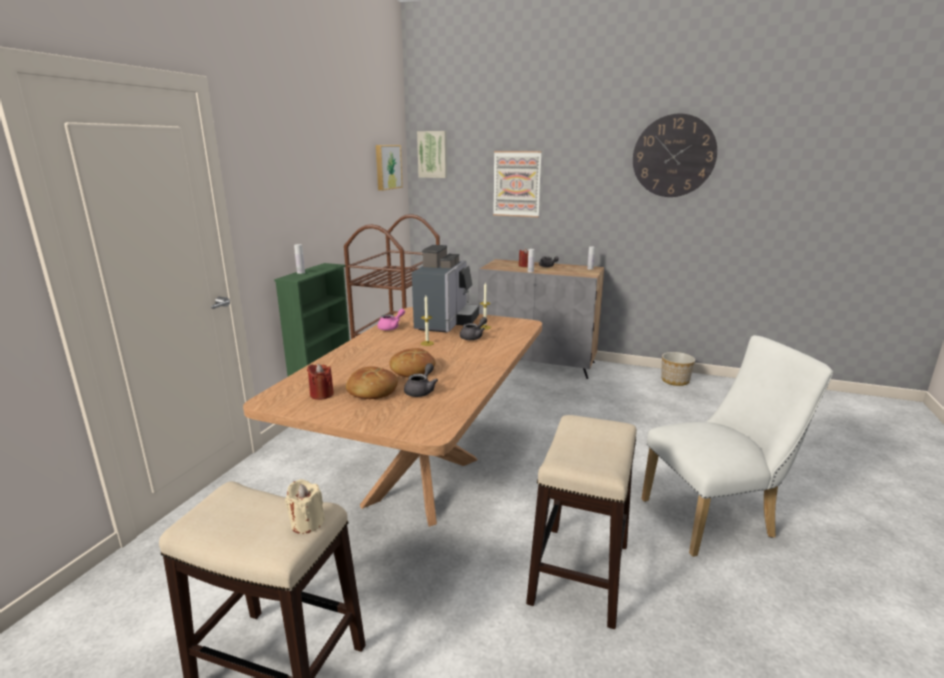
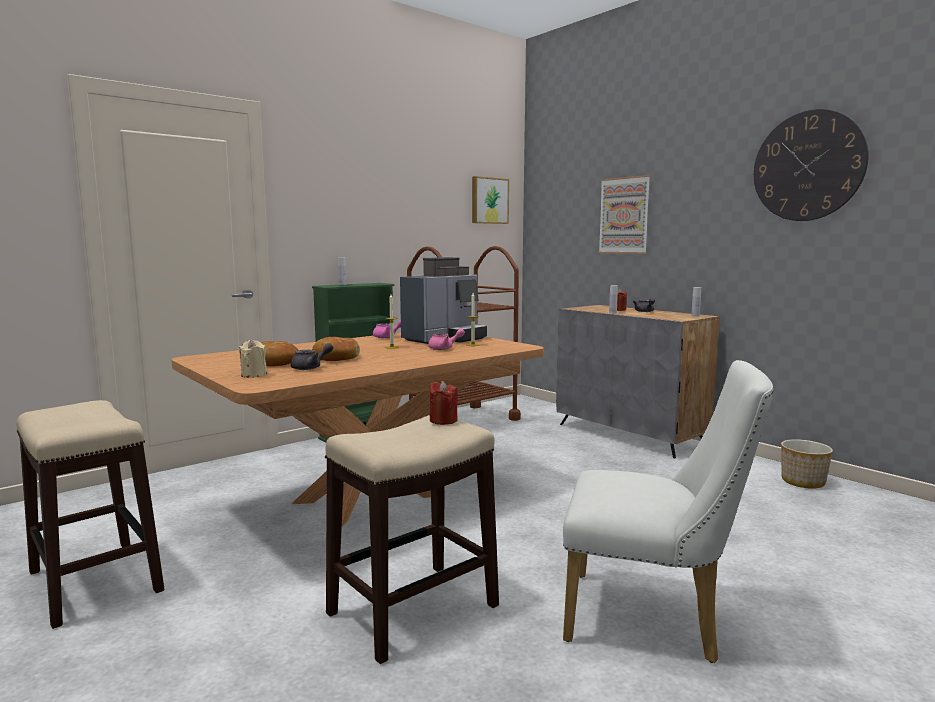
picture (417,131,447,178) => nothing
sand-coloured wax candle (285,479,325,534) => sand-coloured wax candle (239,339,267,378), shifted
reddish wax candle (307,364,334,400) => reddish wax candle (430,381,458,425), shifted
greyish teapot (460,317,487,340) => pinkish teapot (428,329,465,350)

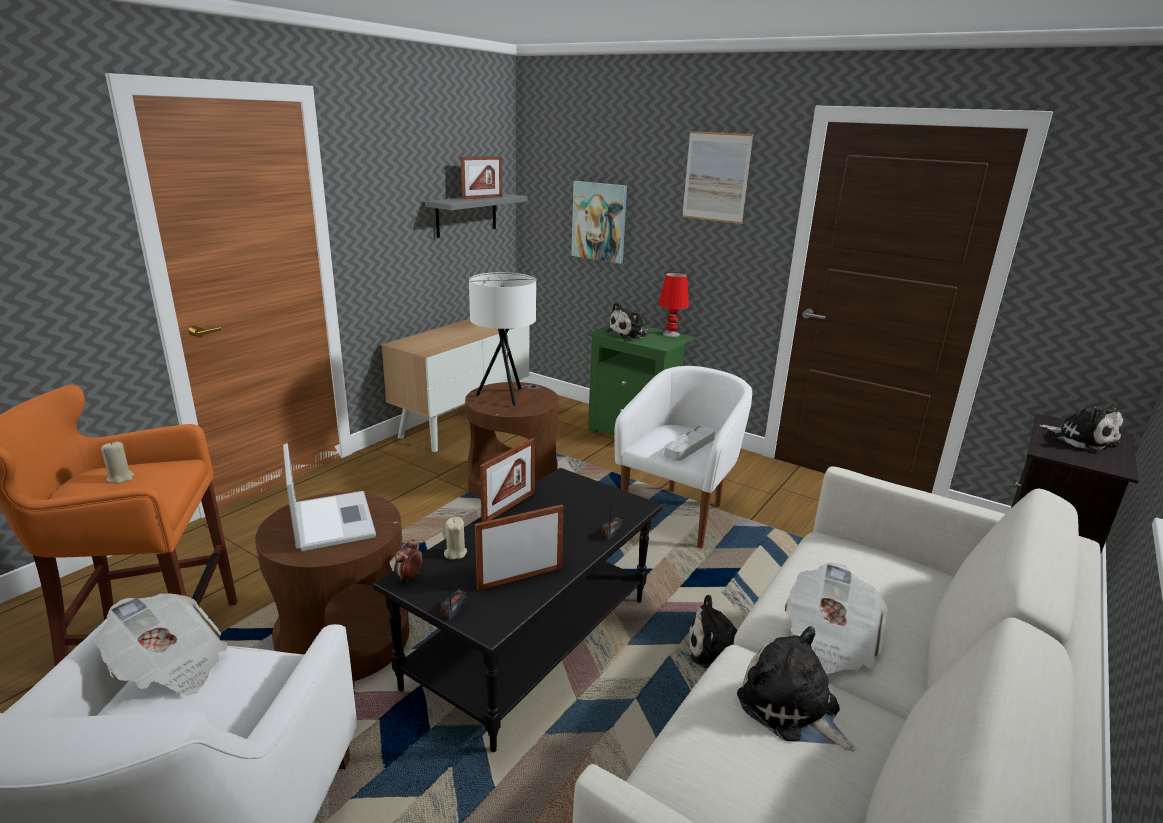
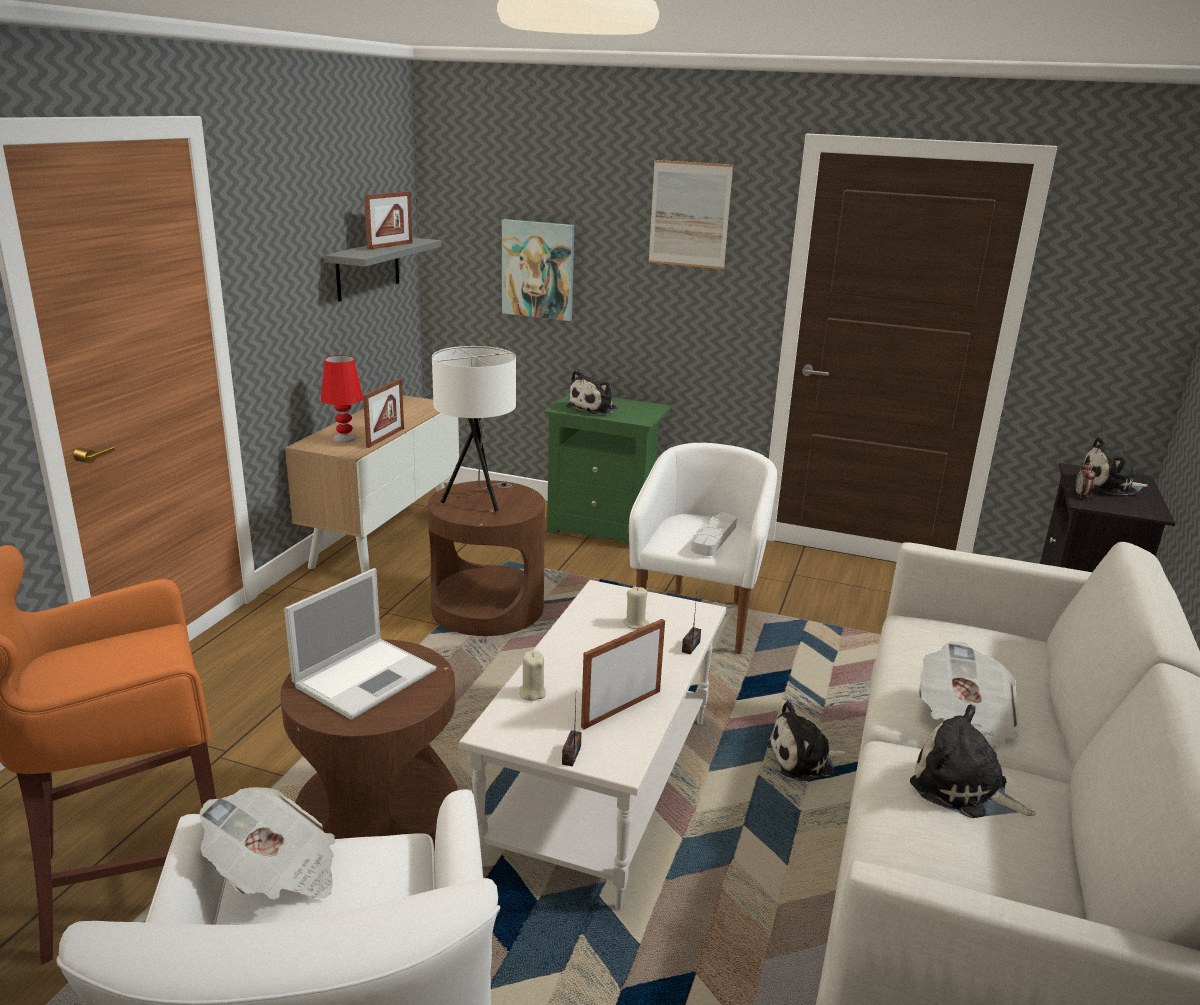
sand-coloured wax candle (101,441,134,484) => sand-coloured wax candle (623,587,650,629), shifted
alarm clock (394,539,422,582) => alarm clock (1076,463,1095,498), shifted
picture frame (480,438,535,522) => picture frame (363,379,404,448), shifted
reddish lamp for a table (659,273,689,337) => reddish lamp for a table (321,355,363,442), shifted
black-coloured coffee table (373,468,663,752) => white-coloured coffee table (459,580,726,910)
portable computer (283,443,376,551) => portable computer (284,568,436,720), 75 degrees clockwise
soft toy (1039,404,1123,452) => soft toy (1076,437,1148,495), 135 degrees clockwise

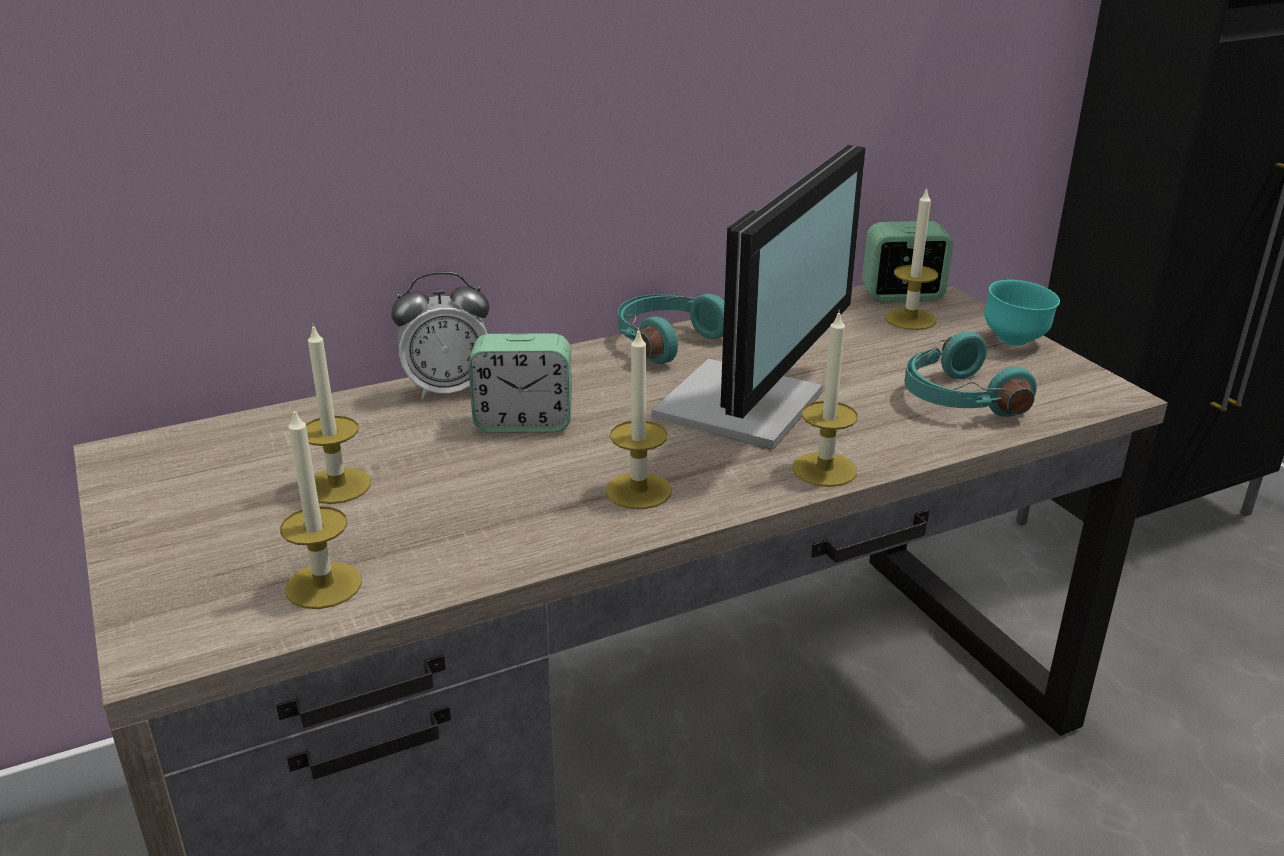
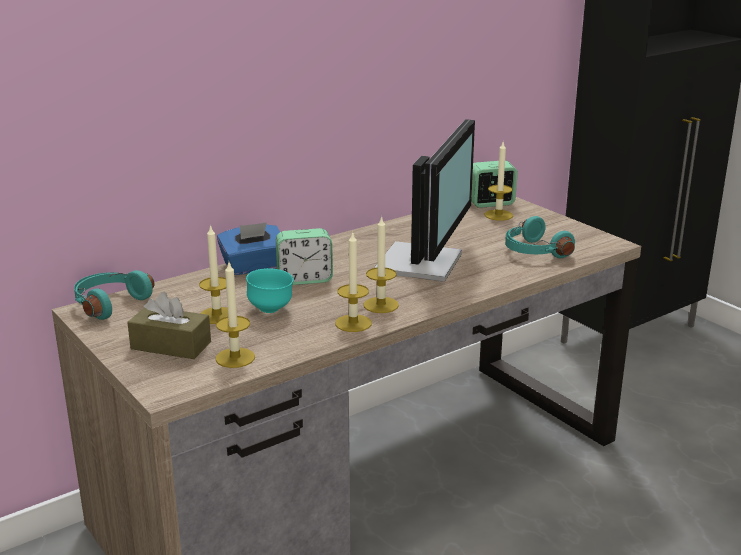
nothing => brownish box of tissues (127,292,211,359)
turquoise headset (618,294,725,364) => turquoise headset (74,270,154,320), shifted
wax candle (793,313,858,487) => wax candle (335,231,372,332), shifted
turquoise deep dish (984,280,1060,346) => turquoise deep dish (246,268,293,313), shifted
alarm clock (391,271,490,399) => blue-coloured box of tissues (217,222,280,275)

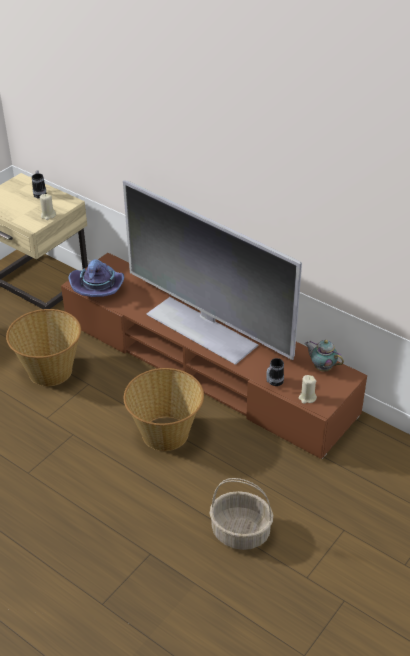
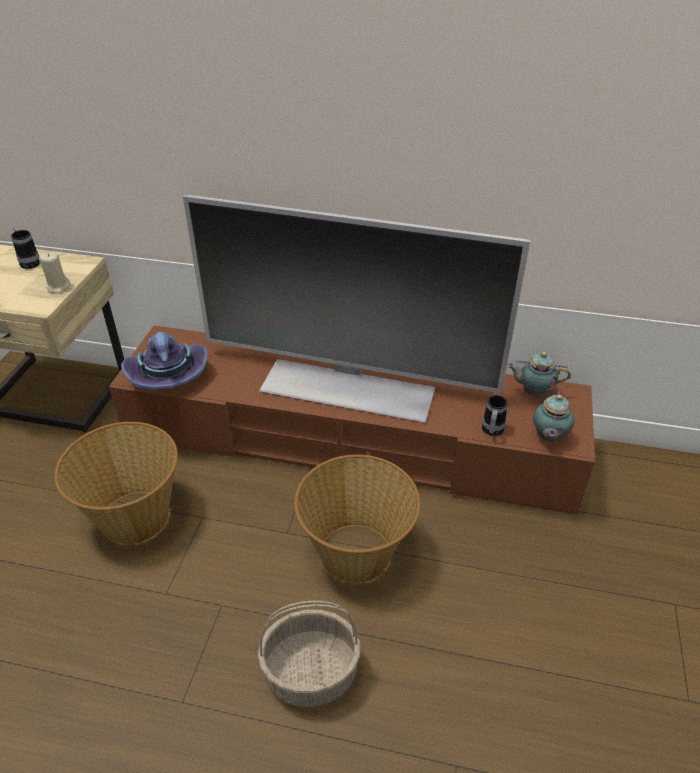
household basket (209,478,273,550) => household basket (258,601,361,707), shifted
sand-coloured wax candle (299,375,317,404) => teapot (533,390,574,442)

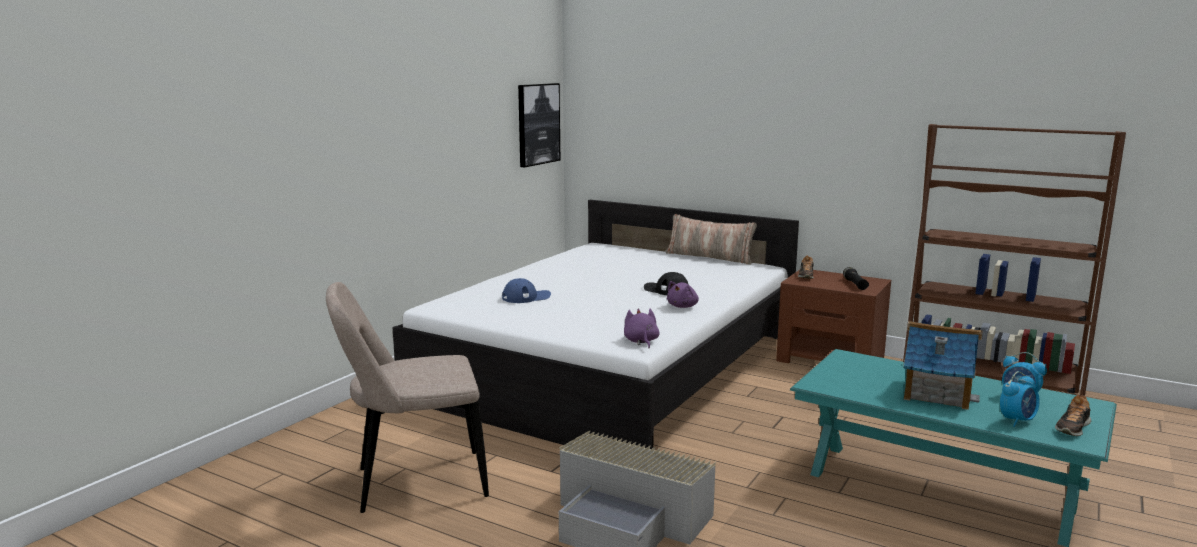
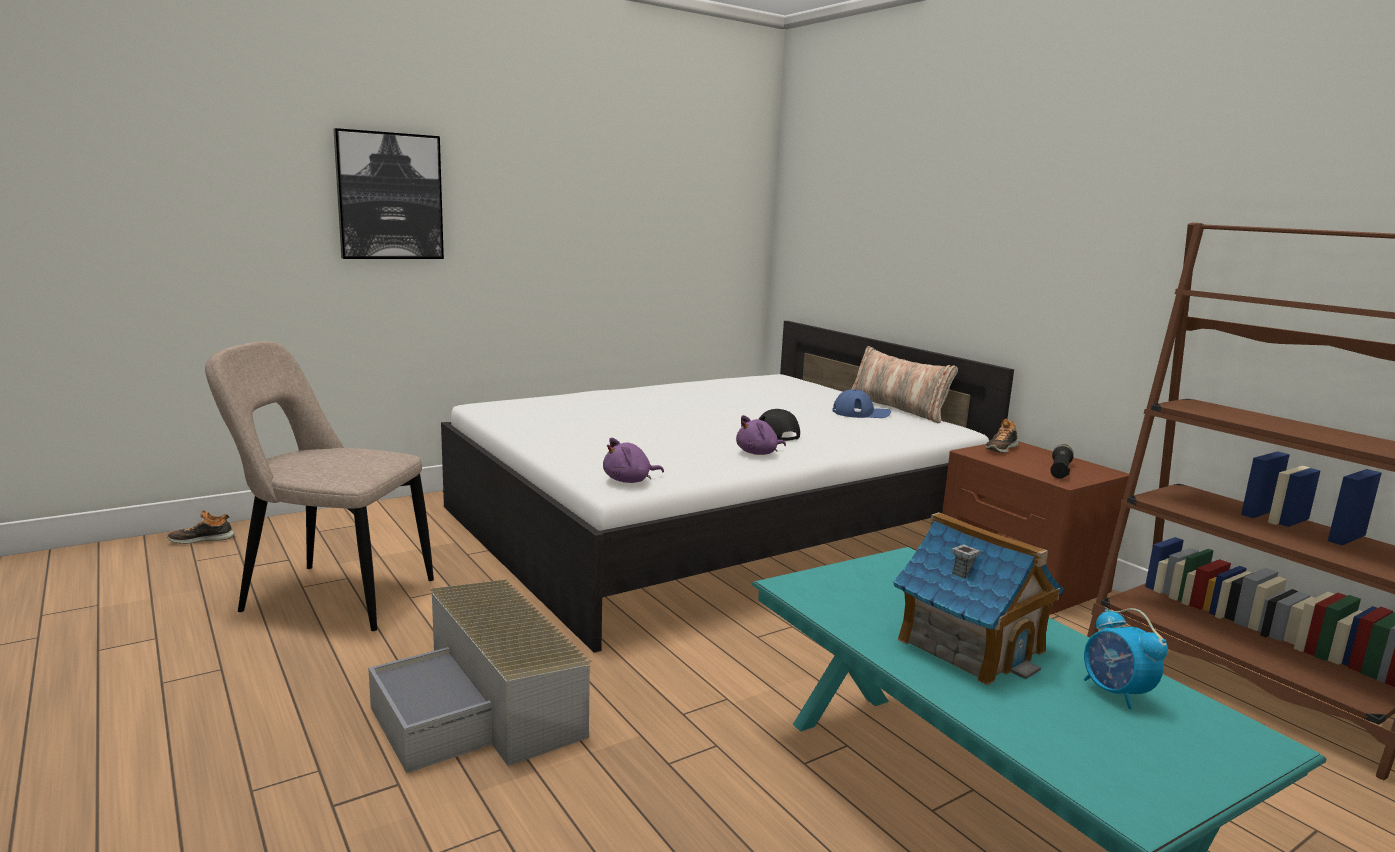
alarm clock (1000,371,1040,427) => nothing
blue-coloured baseball cap (502,278,551,303) => blue-coloured baseball cap (832,390,891,418), shifted
picture (518,83,560,167) => picture (333,128,444,259), shifted
low shoe (1055,395,1091,436) => low shoe (167,510,235,544), shifted
purplish soft toy (624,309,660,348) => purplish soft toy (603,438,664,483), 135 degrees counterclockwise

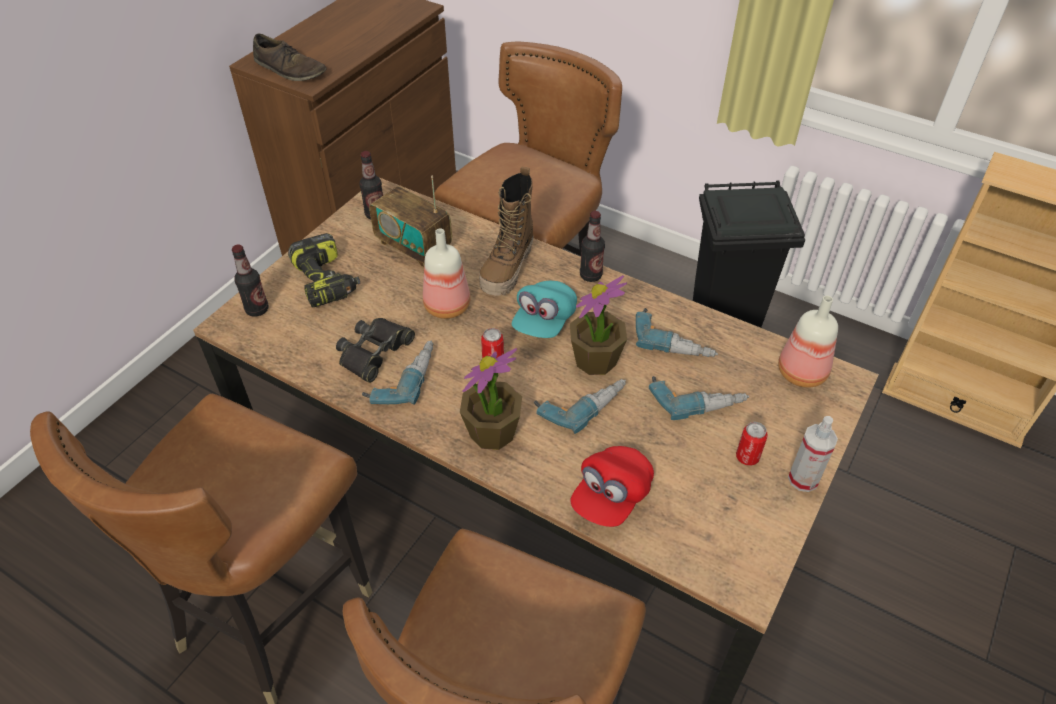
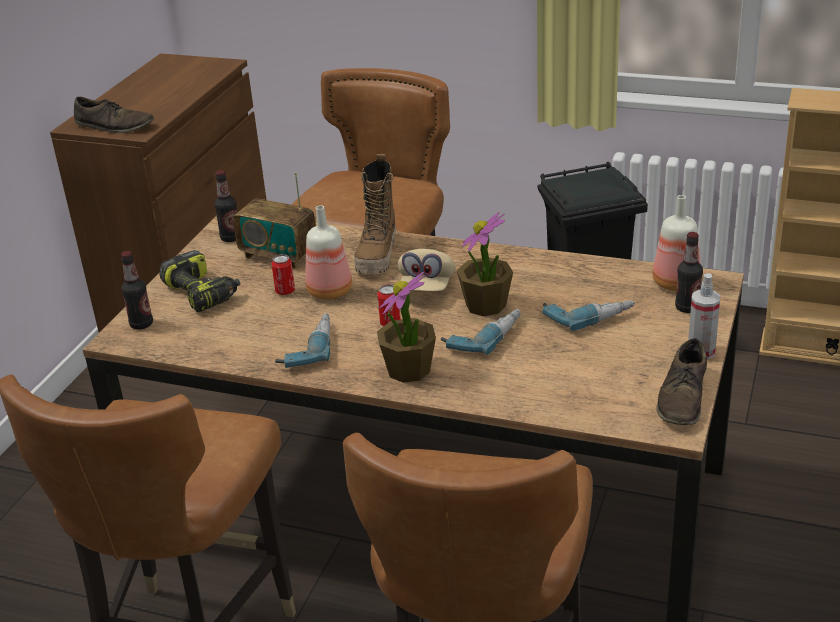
black-coloured binoculars (336,318,415,383) => nothing
reddish baseball cap (570,446,654,527) => nothing
electric drill (636,308,718,357) => nothing
nothing => brownish low shoe (656,338,707,425)
beverage bottle (580,211,605,282) => beverage bottle (675,232,703,313), shifted
sealed can (736,422,768,466) => sealed can (272,254,295,295), shifted
turquoise baseball cap (512,281,577,338) => sand-coloured baseball cap (398,249,456,291)

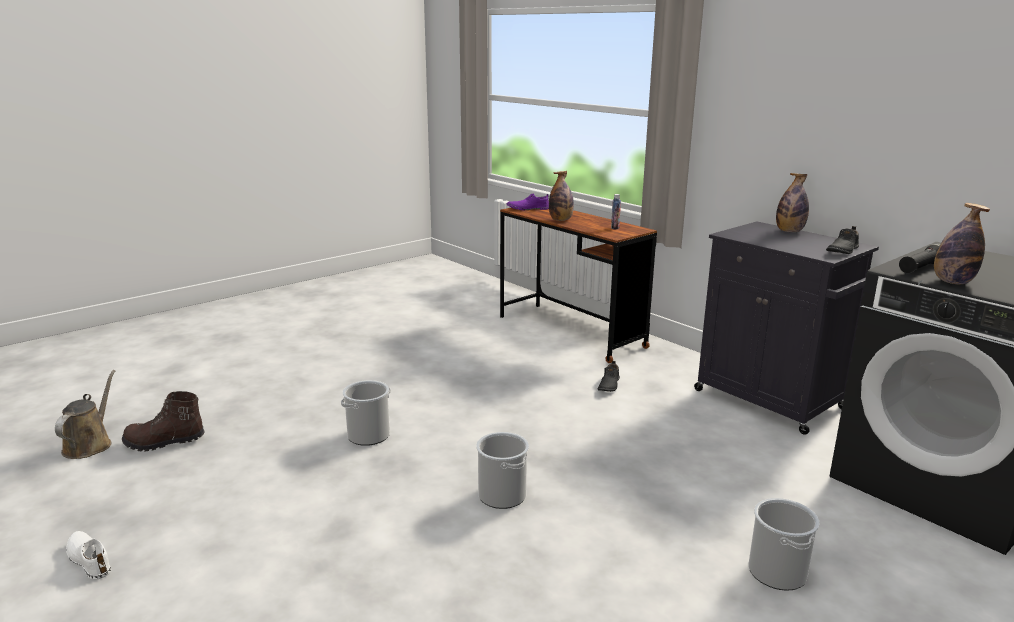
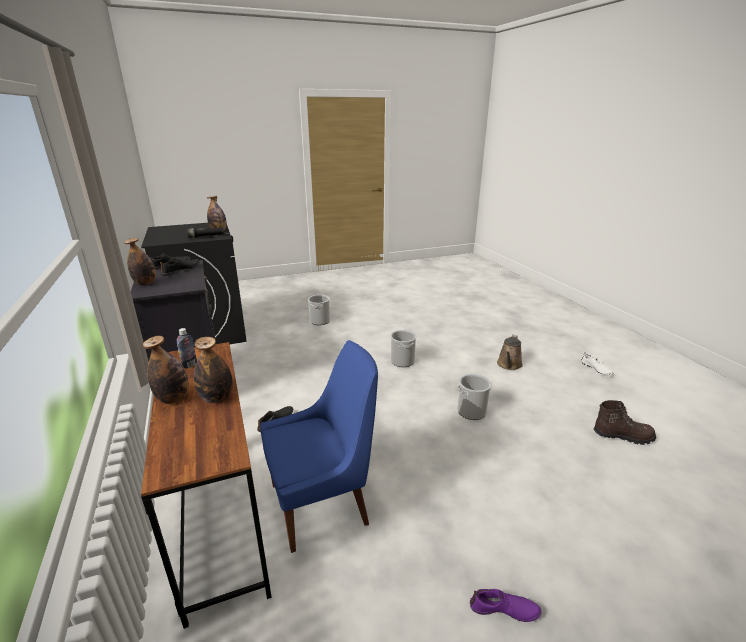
nothing => beverage bottle (143,336,189,404)
nothing => black-coloured low shoe (160,258,200,276)
nothing => blue-coloured plain chair (260,340,378,553)
brownish watering can (55,370,115,459) => brownish watering can (497,335,523,370), shifted
purplish low shoe (507,194,549,210) => purplish low shoe (470,589,542,622), shifted

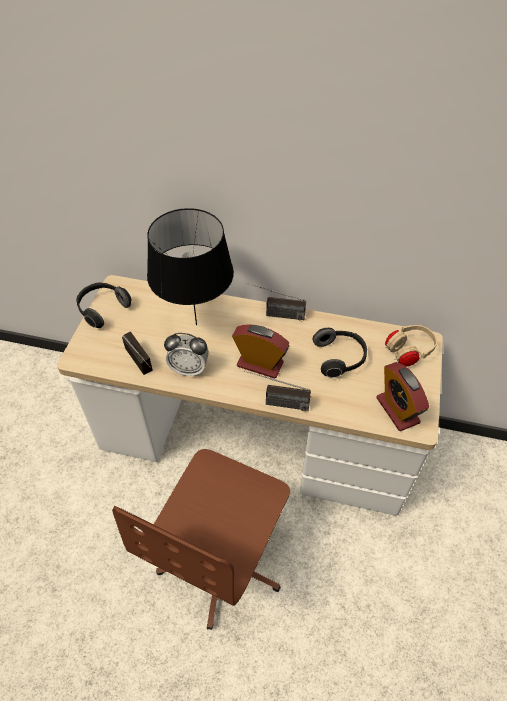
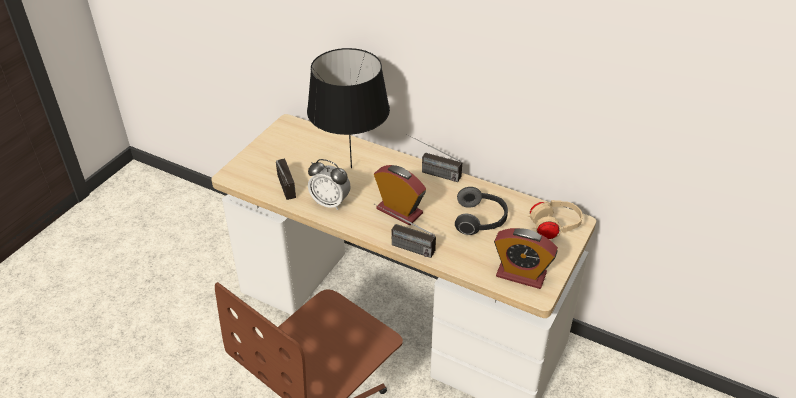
headset (76,282,131,328) => nothing
alarm clock (376,362,429,431) => alarm clock (494,228,558,289), 60 degrees counterclockwise

